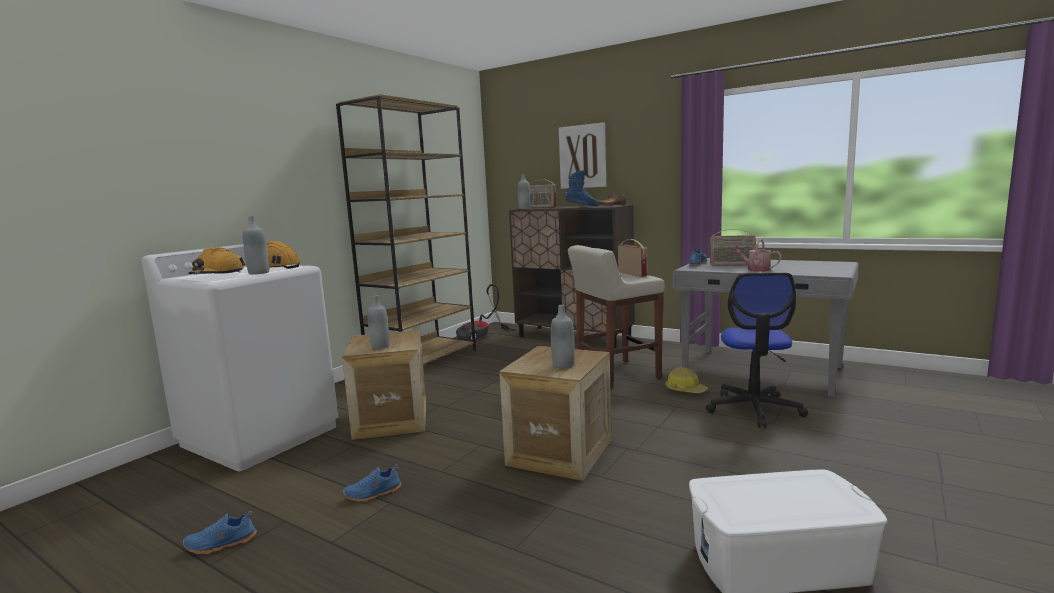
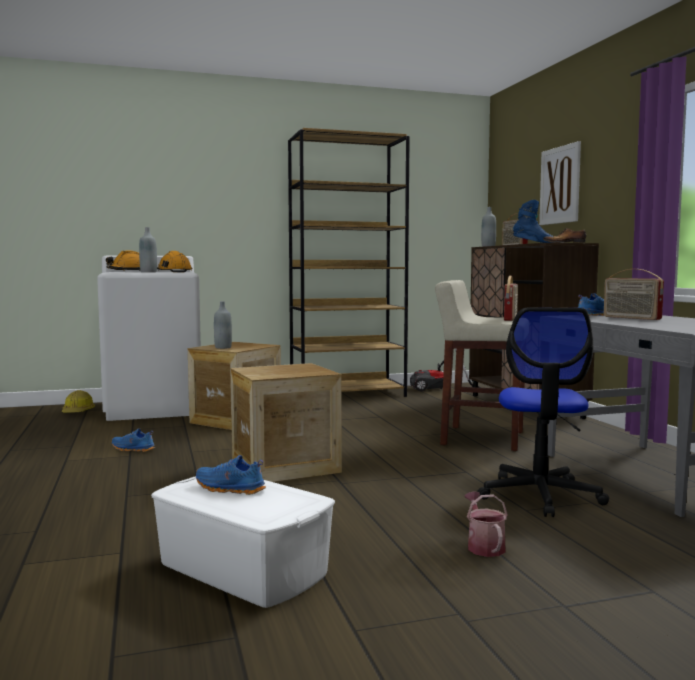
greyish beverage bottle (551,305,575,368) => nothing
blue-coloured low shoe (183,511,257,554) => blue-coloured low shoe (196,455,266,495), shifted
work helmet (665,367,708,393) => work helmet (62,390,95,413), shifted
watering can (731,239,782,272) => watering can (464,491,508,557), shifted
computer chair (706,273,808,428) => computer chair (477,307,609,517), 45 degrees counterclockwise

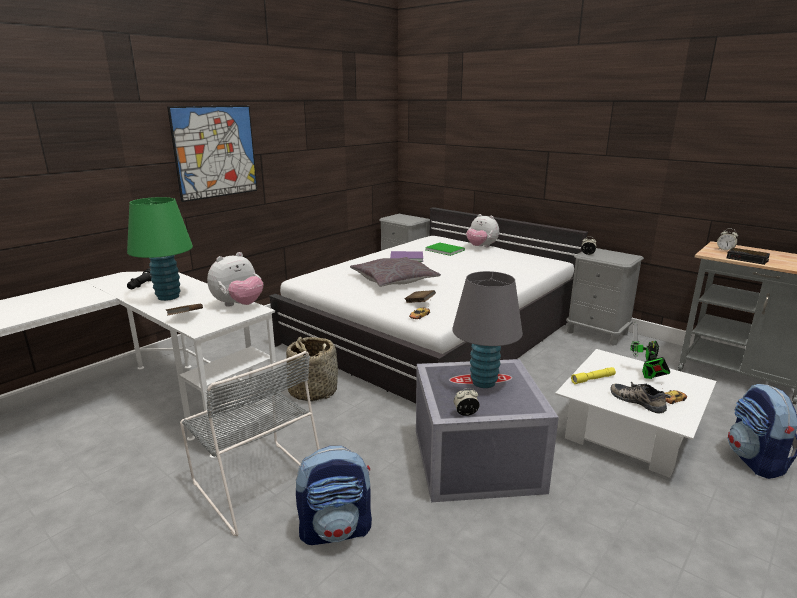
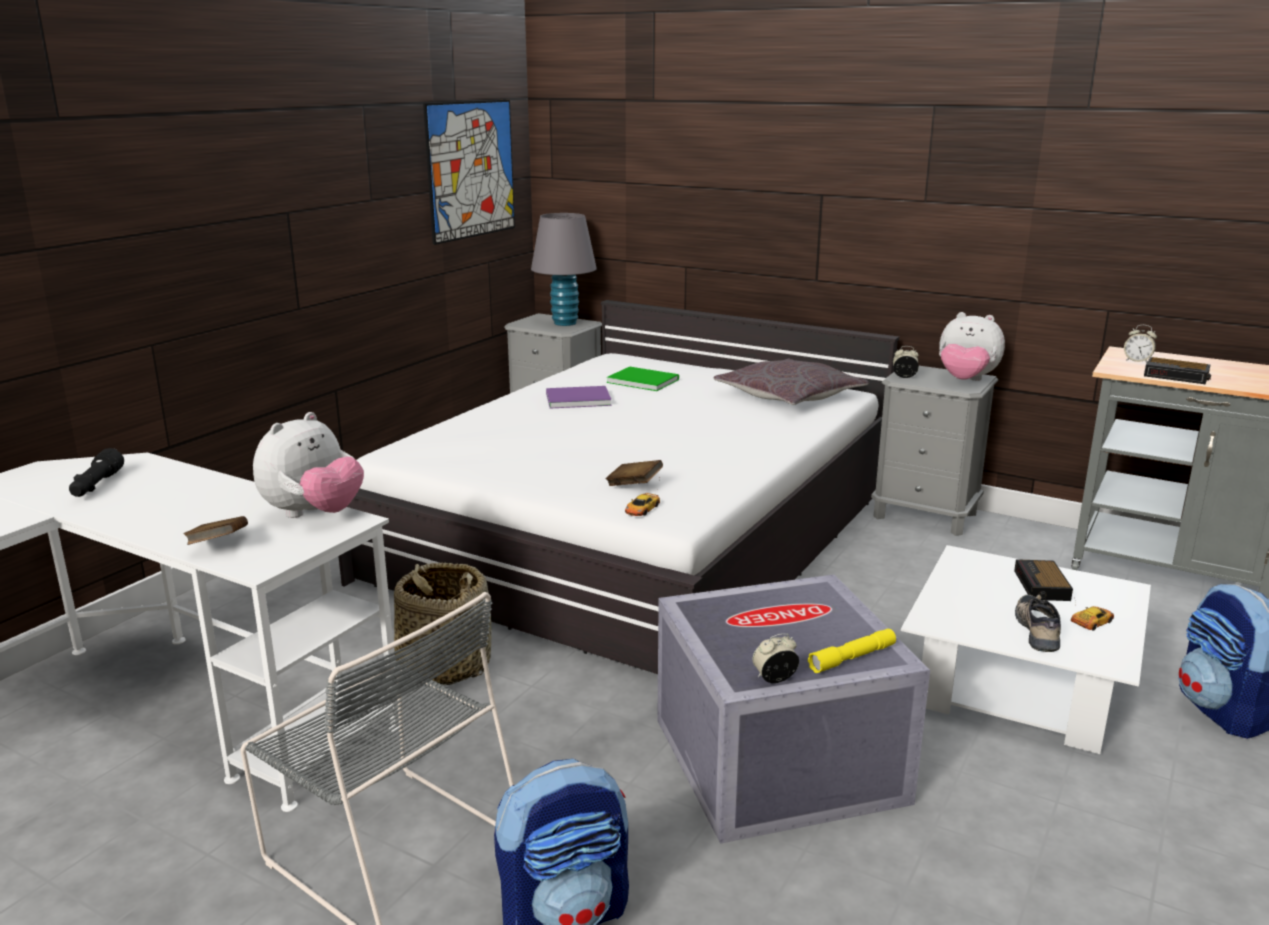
green lamp for a table (127,197,193,301) => nothing
picture (167,105,257,202) => picture (423,100,515,245), shifted
greyish pillow (350,257,441,287) => greyish pillow (714,359,869,405), shifted
greyish lamp for a table (452,271,523,388) => greyish lamp for a table (531,213,597,326), shifted
soft toy (466,214,499,247) => soft toy (939,312,1005,381), shifted
yellow hand torch (571,367,616,384) => yellow hand torch (808,629,896,673), shifted
toy robot (631,322,670,379) => alarm clock (1014,559,1073,601)
low shoe (610,382,671,413) => low shoe (1015,595,1061,652), 60 degrees clockwise

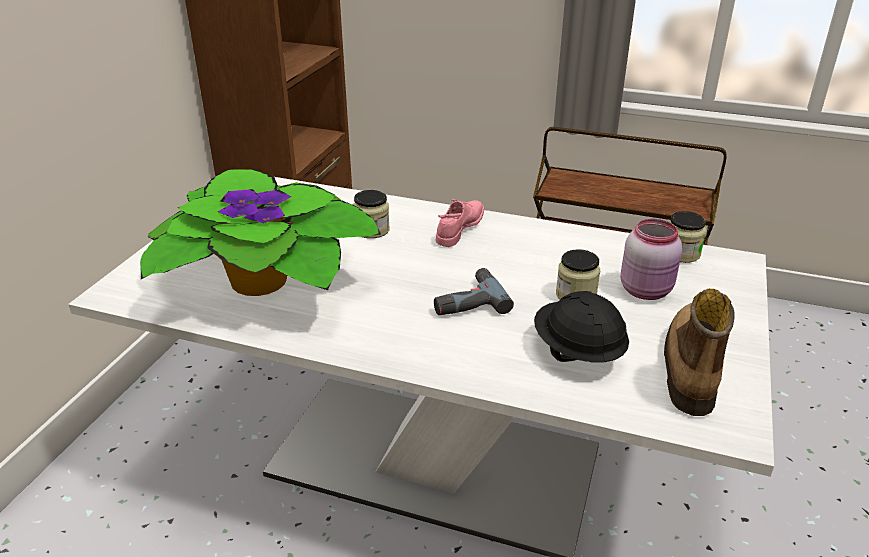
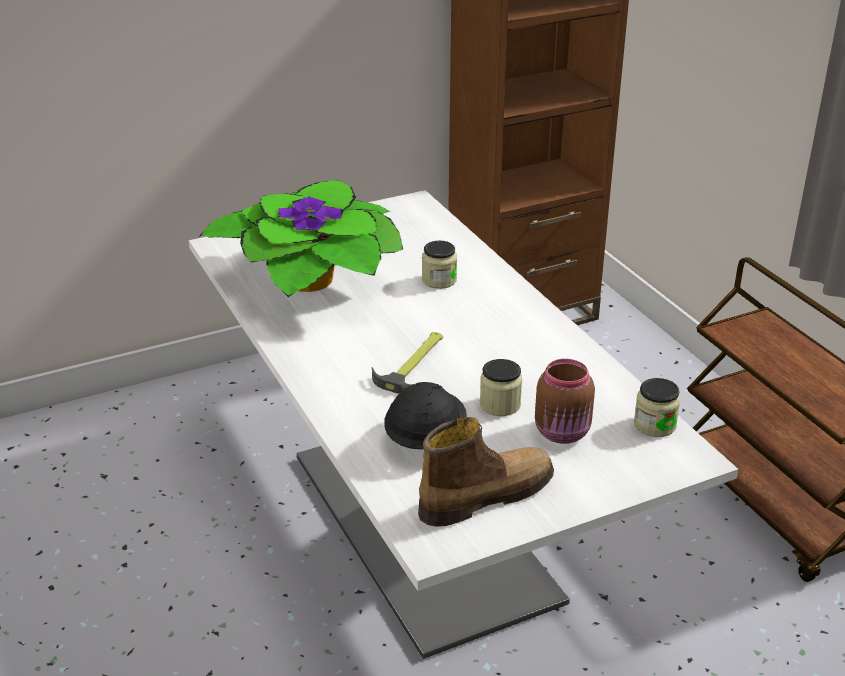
pinkish low shoe (436,200,484,247) => nothing
electric drill (434,268,514,315) => hammer (372,332,443,394)
pinkish preserve jar (621,219,682,300) => brownish preserve jar (535,359,595,444)

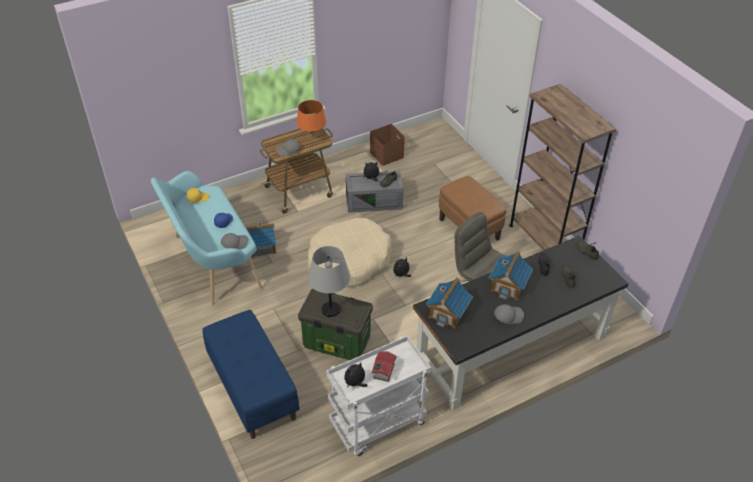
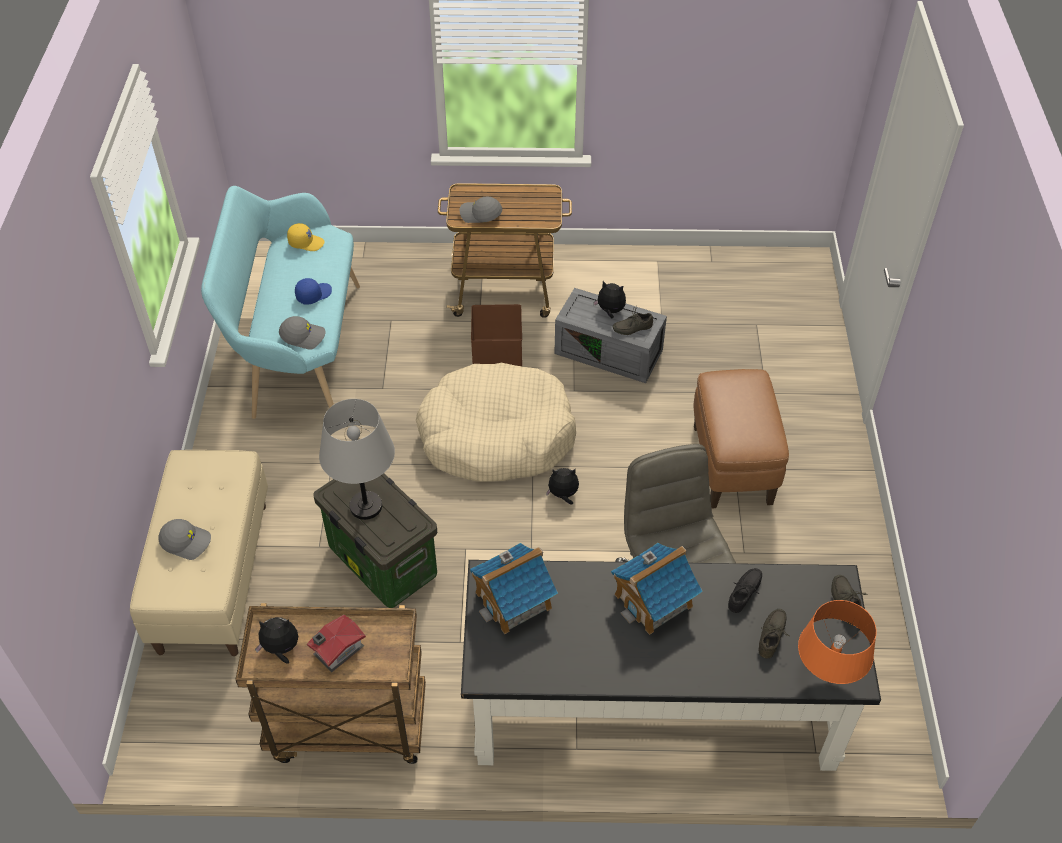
miniature house (246,222,276,258) => nothing
brownish bookcase (509,84,616,251) => nothing
orangey lamp for a table (296,100,326,138) => orangey lamp for a table (798,600,876,684), shifted
brownish storage bin (370,124,405,166) => brownish storage bin (471,304,522,366), shifted
greyish baseball cap (494,304,524,324) => greyish baseball cap (158,519,211,560), shifted
blue-coloured bench (203,310,299,439) => sand-coloured bench (130,450,268,656)
white-coloured cart (326,335,431,456) => brownish cart (235,603,426,764)

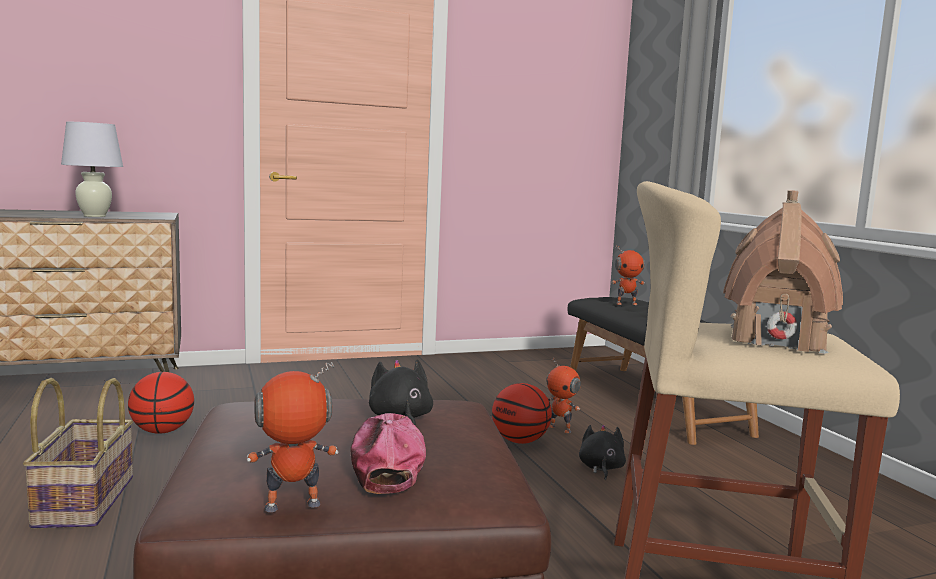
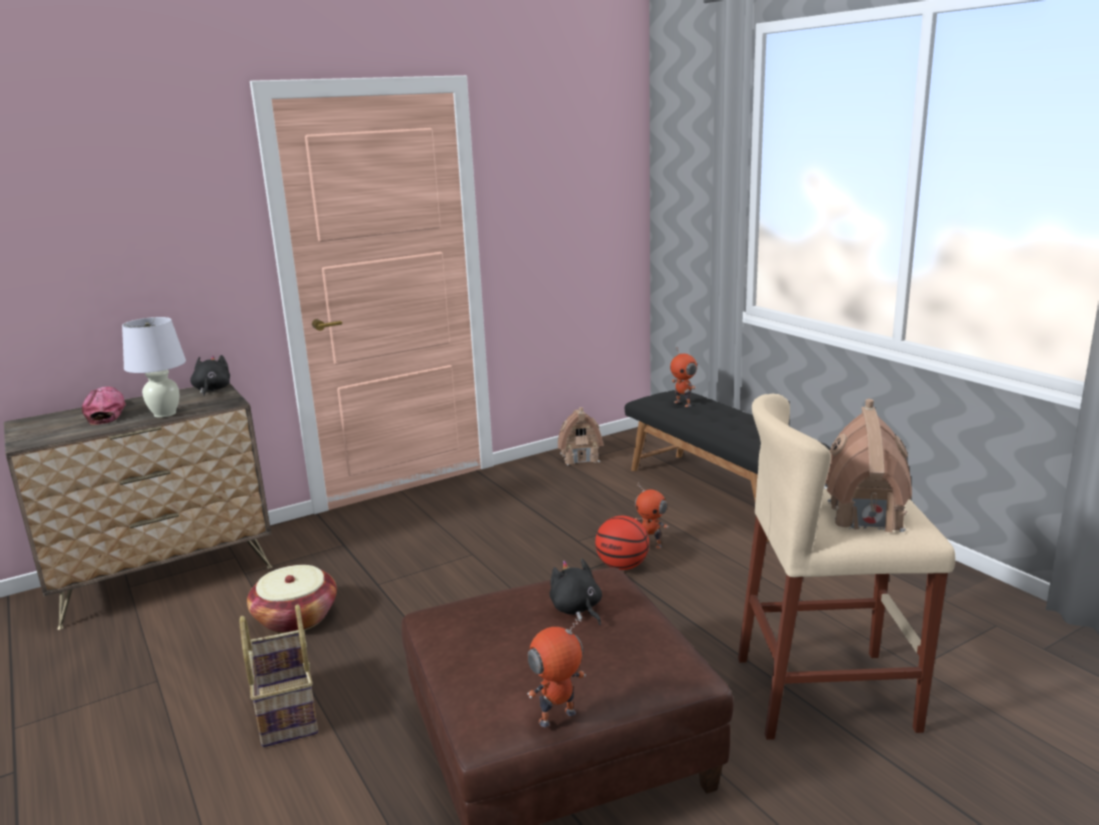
nothing => miniature house (558,407,604,465)
baseball cap (351,413,426,494) => baseball cap (82,387,126,425), shifted
black-coloured soft toy (579,425,626,480) => black-coloured soft toy (190,355,230,396), shifted
basketball ball (128,372,194,434) => household basket (247,565,337,633)
toy robot (611,245,645,305) => toy robot (670,348,697,407), 75 degrees clockwise

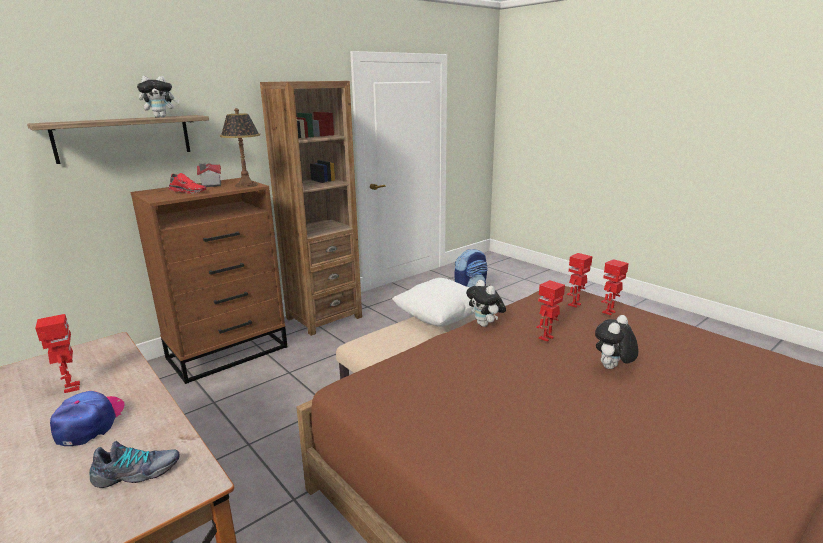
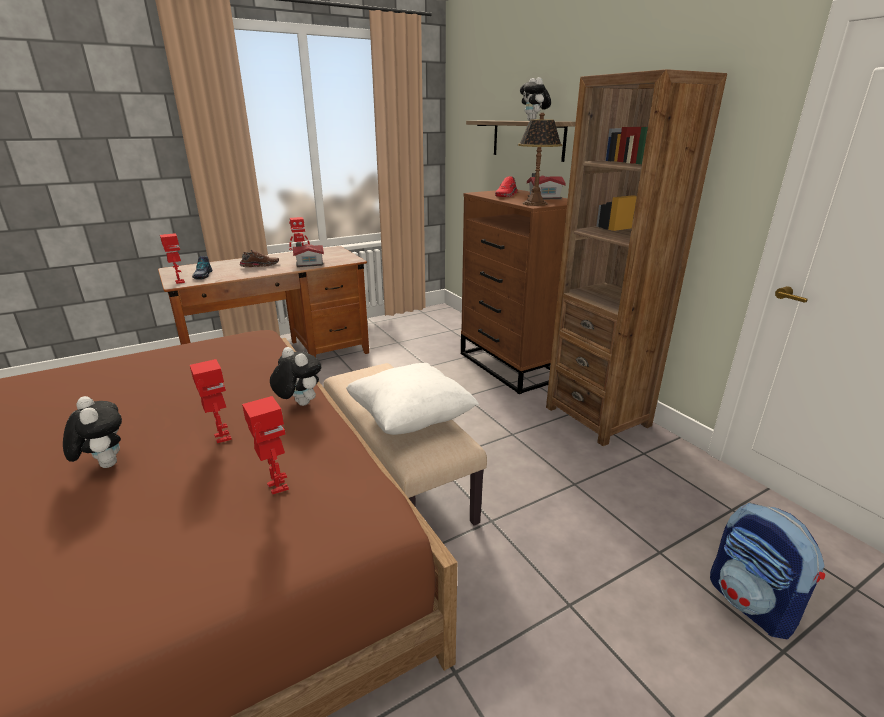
nothing => miniature house (293,242,324,267)
toy robot (601,259,629,315) => toy robot (160,233,185,284), shifted
baseball cap (50,391,125,446) => brownish low shoe (240,250,279,267)
soft toy (466,280,506,327) => soft toy (270,347,321,406), 60 degrees clockwise

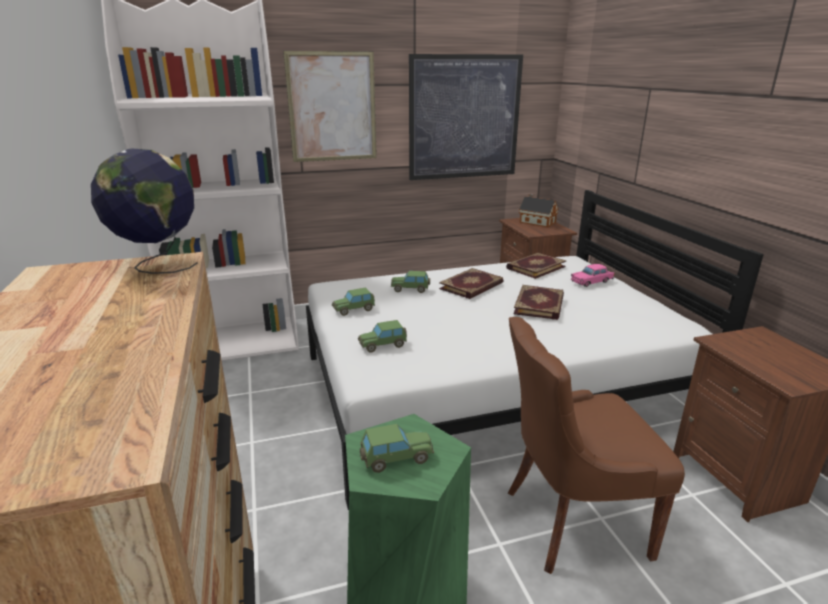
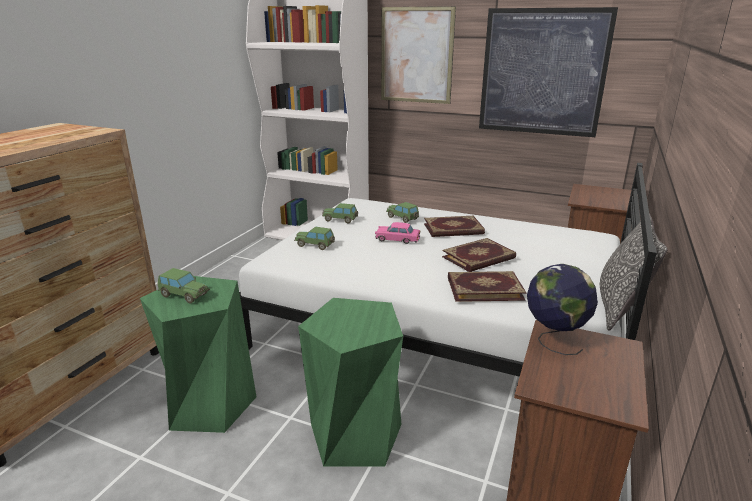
miniature house (519,194,559,227) => nothing
nothing => pillow (599,213,668,331)
desk globe (91,148,198,274) => desk globe (527,264,598,355), shifted
volume (506,253,566,279) => volume (448,271,527,302), shifted
pinkish toy car (571,264,615,287) => pinkish toy car (375,222,420,244), shifted
brownish plain chair (508,317,685,574) => green sitting stool (298,298,403,467)

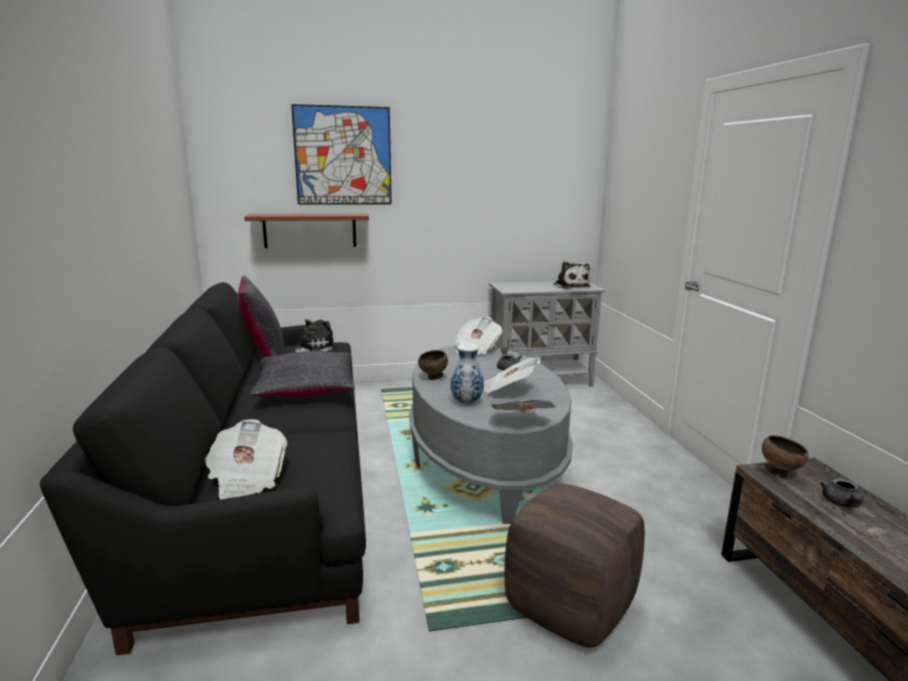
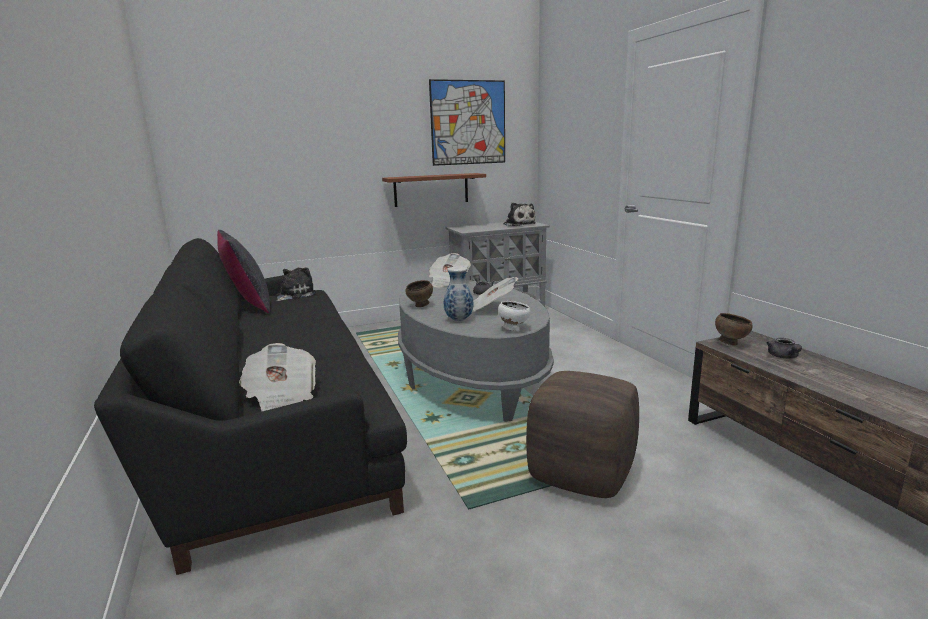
black-coloured pillow (250,351,355,397) => nothing
brownish shelf (244,214,369,248) => brownish shelf (382,173,486,207), shifted
picture (291,104,392,205) => picture (429,79,505,166), shifted
printed paper (491,400,556,412) => white-coloured deep dish (498,301,530,331)

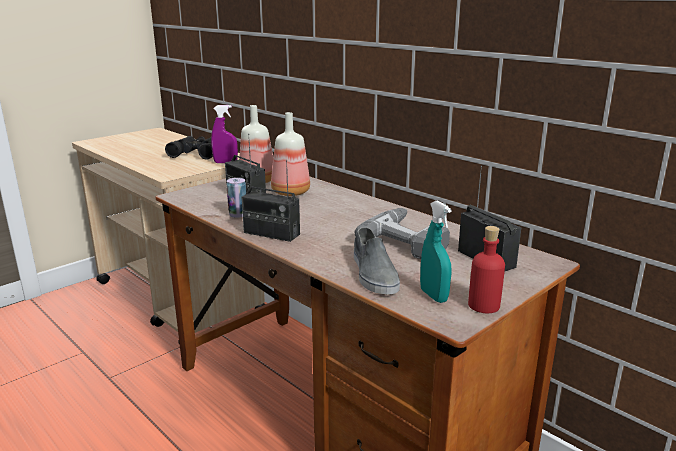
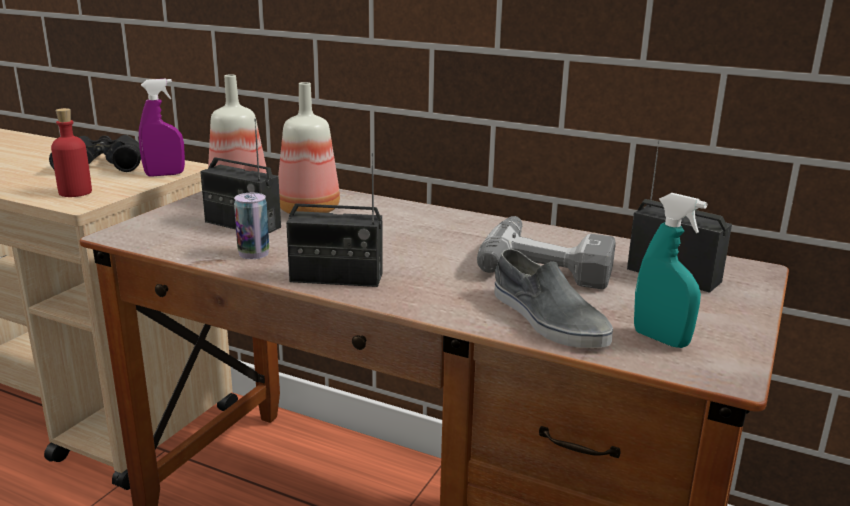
reddish beverage bottle (468,226,505,313) => reddish beverage bottle (51,108,92,197), shifted

